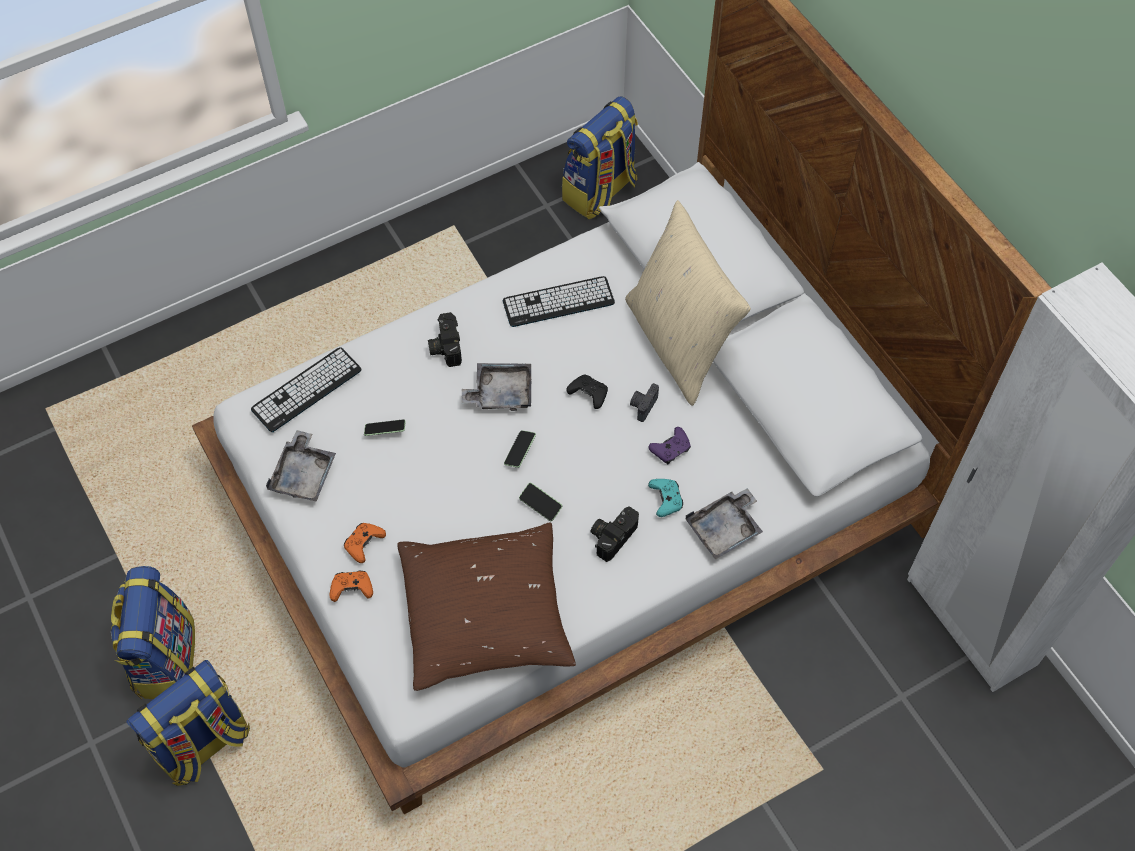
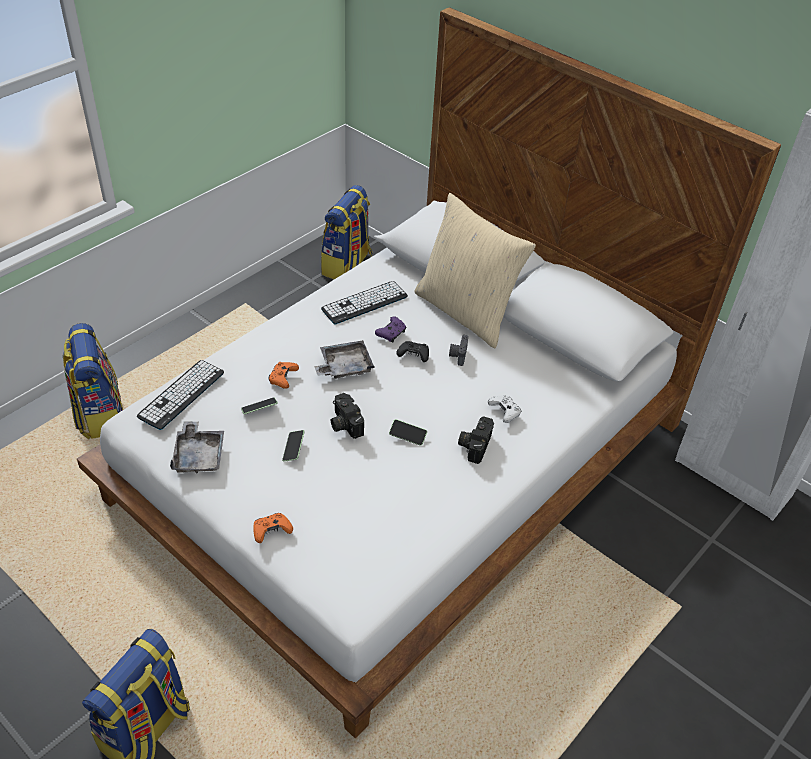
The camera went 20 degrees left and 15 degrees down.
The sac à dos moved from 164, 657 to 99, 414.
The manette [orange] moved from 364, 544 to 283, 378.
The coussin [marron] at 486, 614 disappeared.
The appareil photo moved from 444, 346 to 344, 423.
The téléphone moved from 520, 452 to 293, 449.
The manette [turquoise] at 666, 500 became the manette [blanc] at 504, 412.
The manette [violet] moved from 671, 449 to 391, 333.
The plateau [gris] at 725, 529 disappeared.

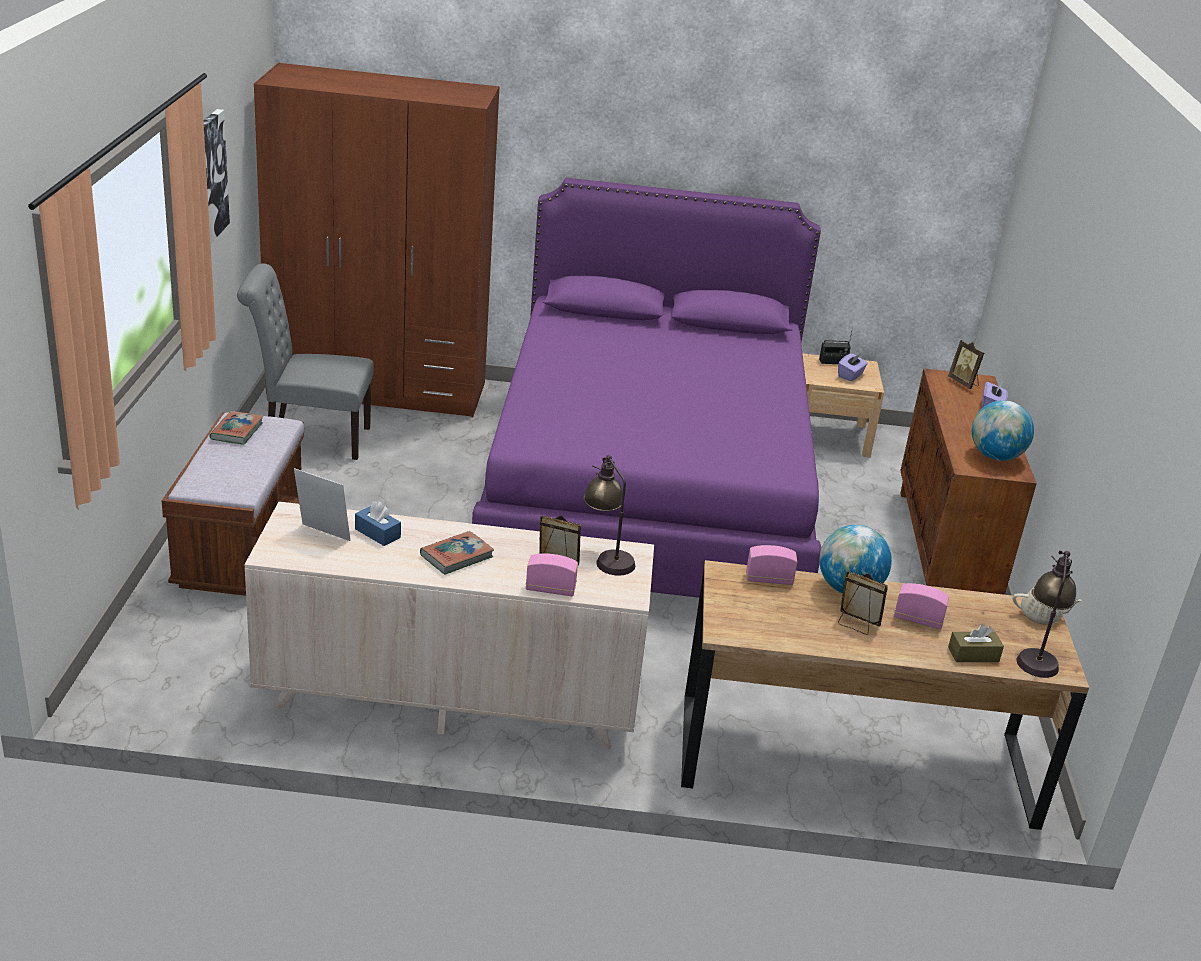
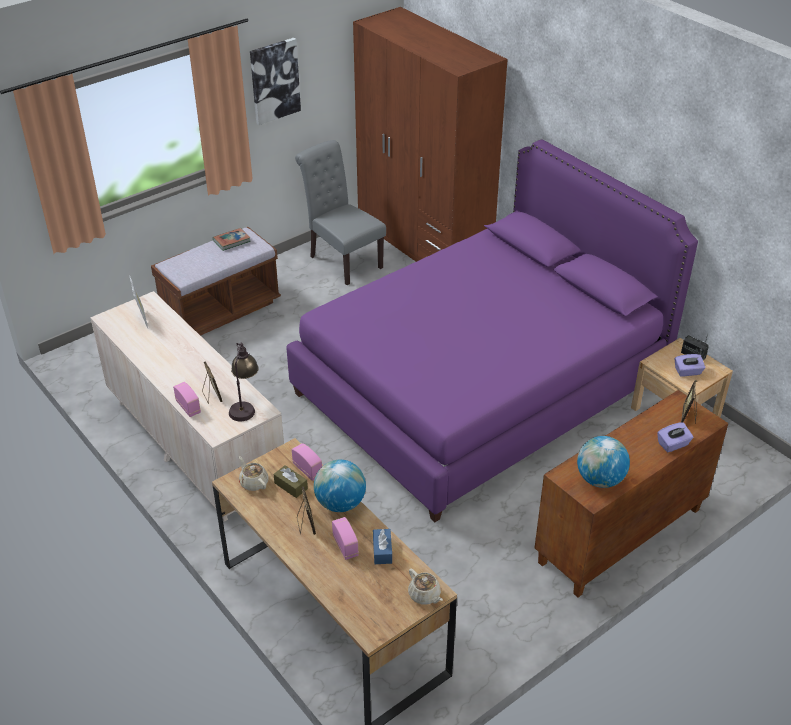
The camera went 50 degrees right and 10 degrees up.
The boîte à mouchoirs [bleu] moved from 377, 533 to 382, 551.
The livre at 456, 556 disappeared.
The boîte à mouchoirs [marron] moved from 973, 654 to 291, 486.
The lampe de table at 1037, 655 disappeared.
The théière [beige] at 253, 482 appeared.

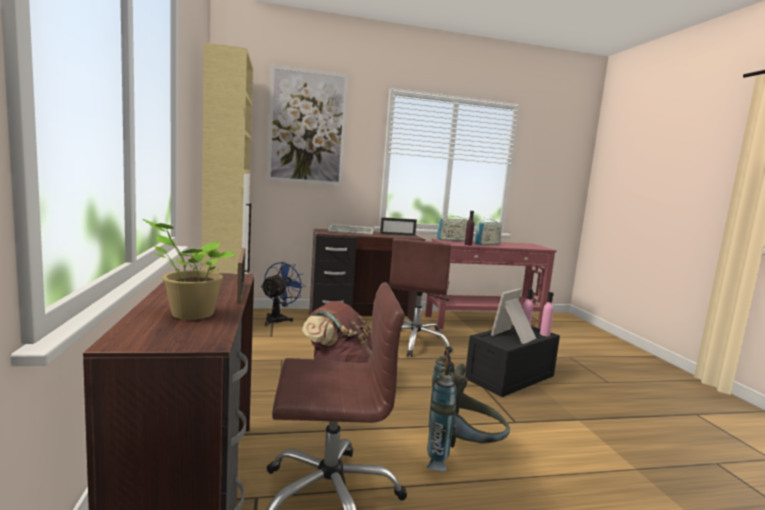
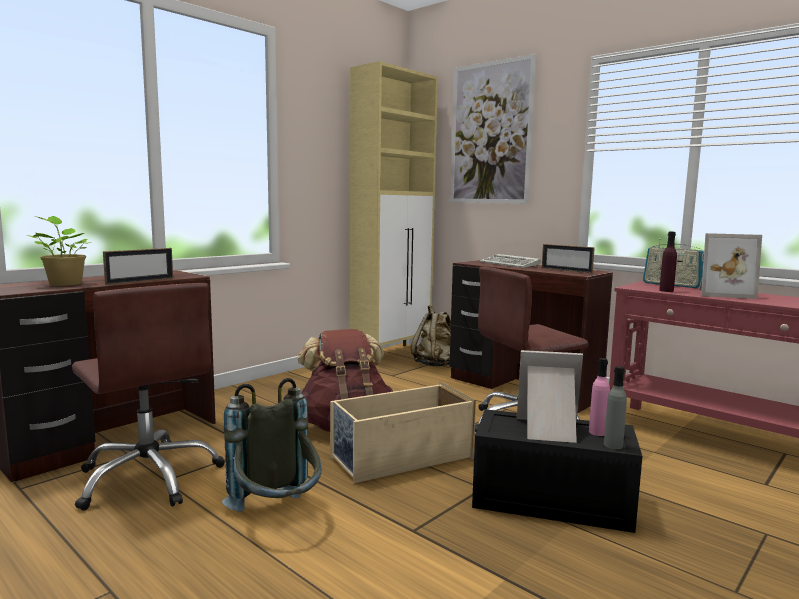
The camera went 55 degrees right and 0 degrees up.
The ventilateur [bleu] at 278, 319 was replaced by the sac à dos [beige] at 436, 365.
The radio at 487, 244 was replaced by the cadre photo at 723, 294.
The bouteille [rose] at 544, 334 became the bouteille [gris] at 613, 445.
The boîte de rangement [beige] at 400, 458 appeared.

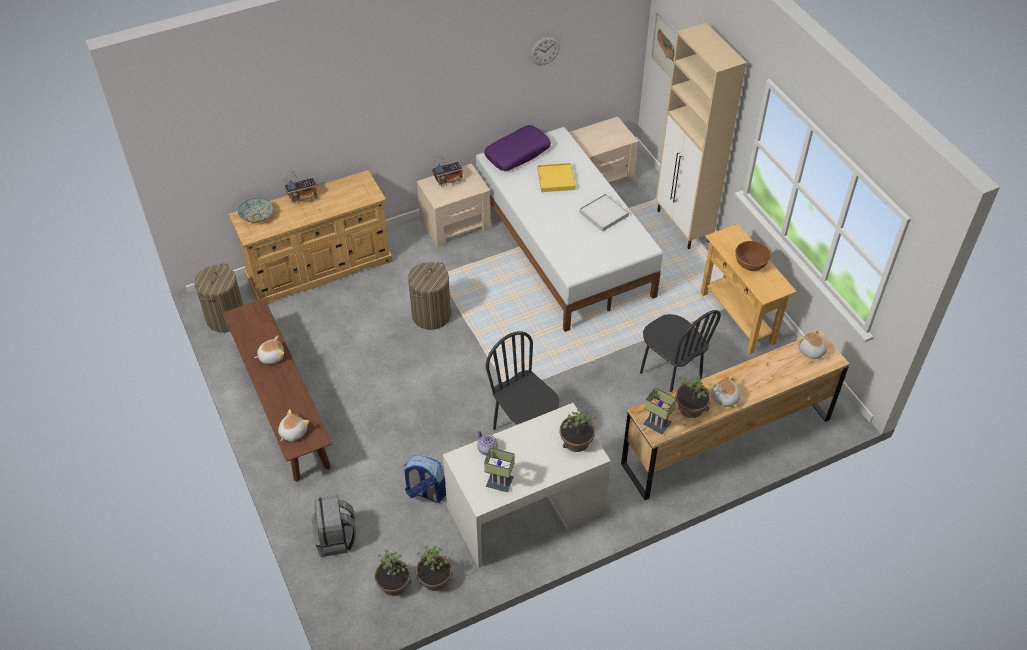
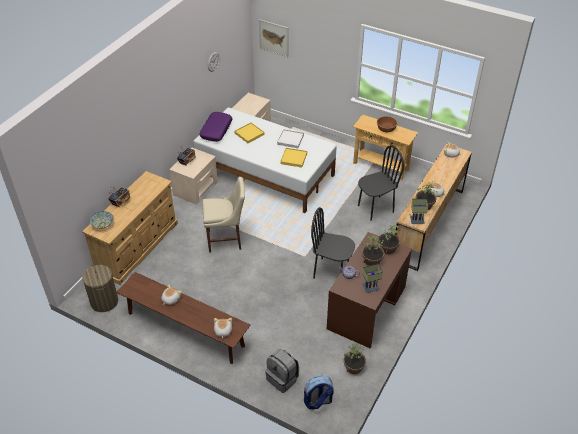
The camera went 35 degrees left and 5 degrees down.
The plante en pot moved from 394, 584 to 372, 261.
The sac à dos moved from 425, 492 to 317, 401.
The panier à linge at 431, 315 was replaced by the chaise [beige] at 226, 240.
The bureau [blanc] at 525, 510 became the bureau [marron] at 366, 307.
The chaise [noir] at 670, 376 turned 45 degrees counterclockwise.
The meuble de rangement [beige] at 683, 227 disappeared.
The plateau [jaune] at 293, 158 appeared.

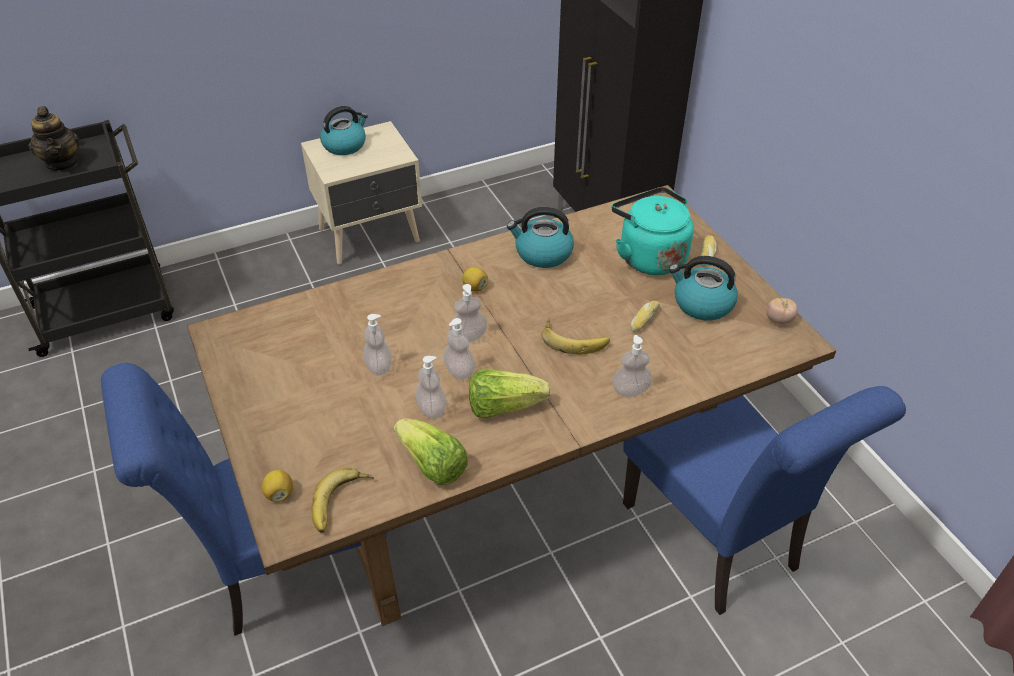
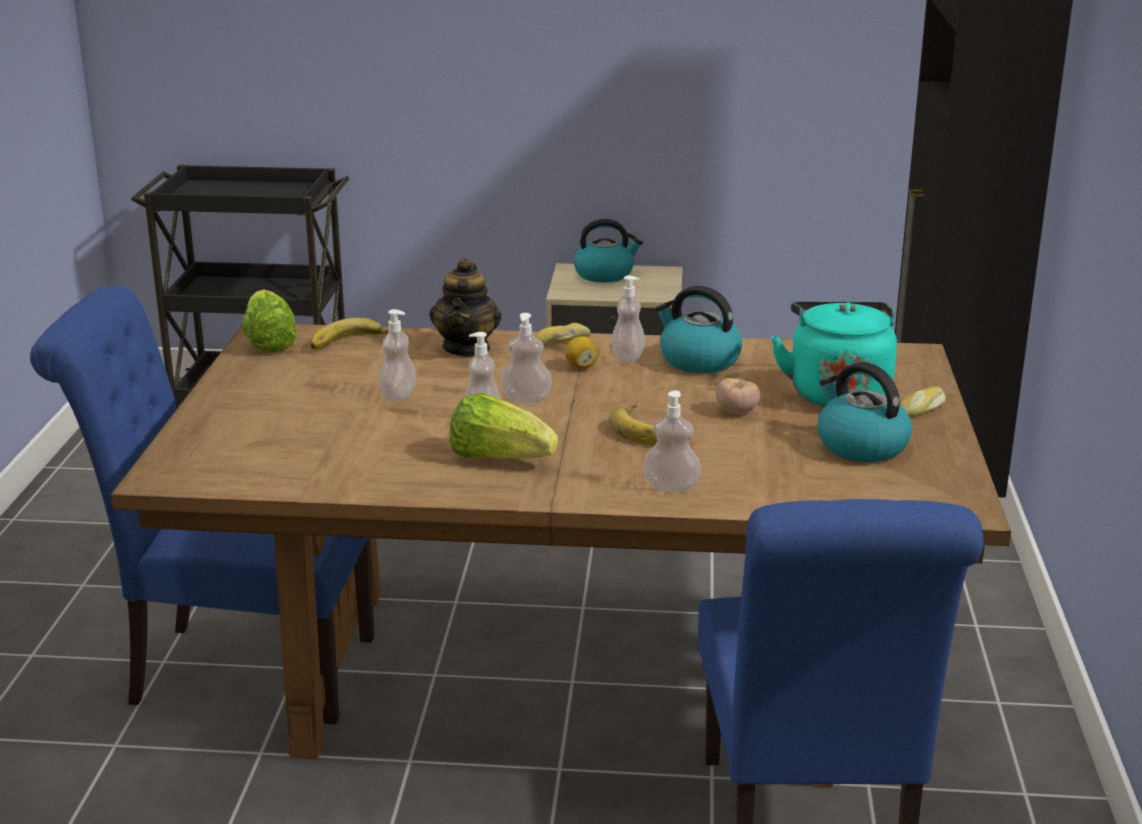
The camera went 30 degrees right and 20 degrees down.
The théière moved from 62, 163 to 467, 348.
The citron at 279, 494 disappeared.
The banane moved from 341, 503 to 349, 343.
The laitue moved from 432, 465 to 269, 342.
The distributeur de savon moved from 431, 409 to 627, 357.
The pain moved from 643, 319 to 561, 342.
The tomate moved from 779, 320 to 737, 412.

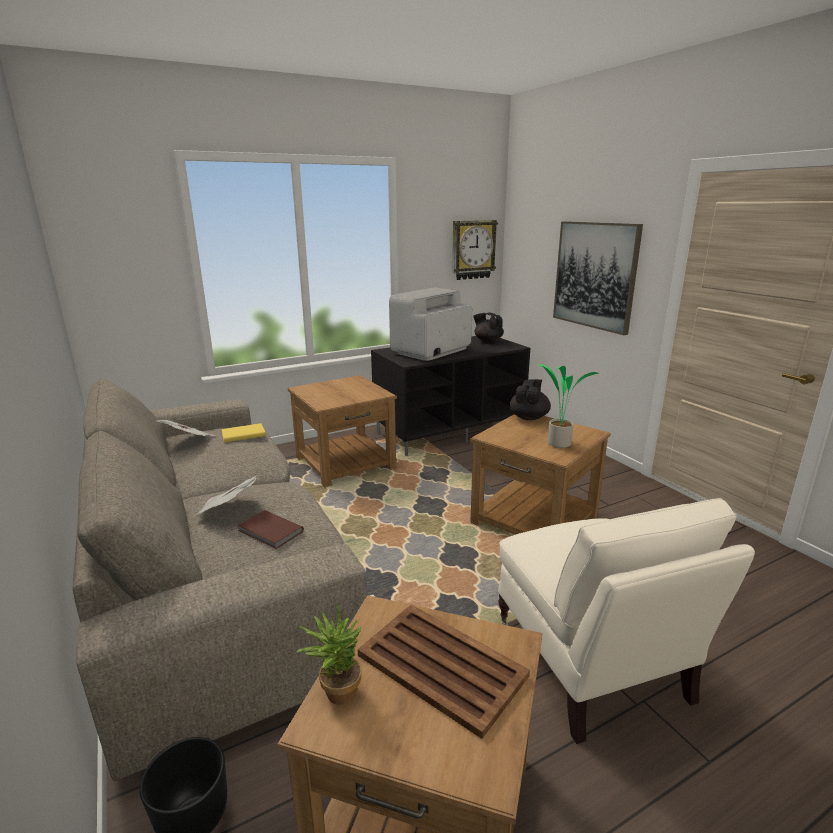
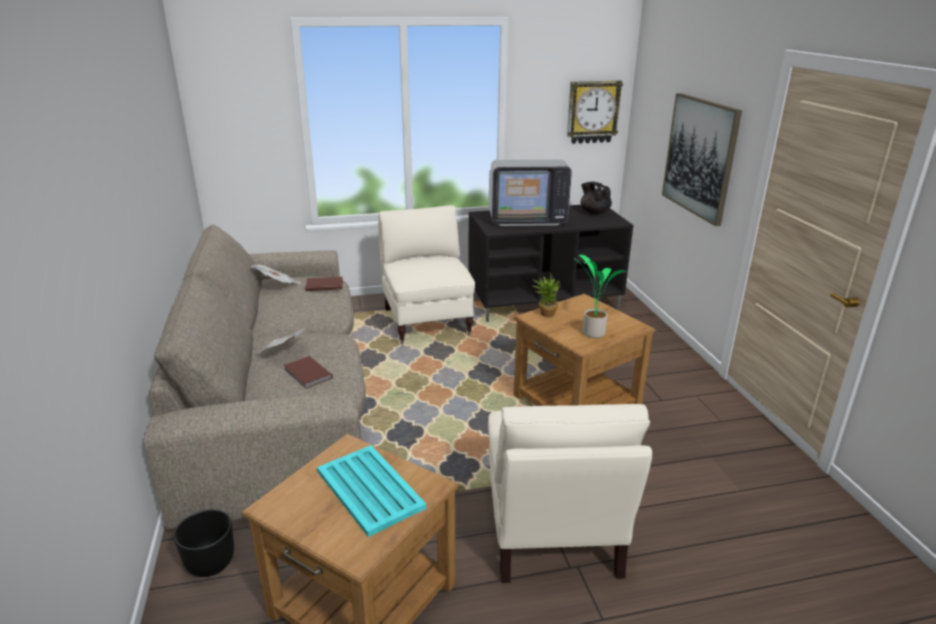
The camera went 15 degrees right and 5 degrees up.
The livre [jaune] at 243, 434 became the livre [marron] at 324, 285.
The table d'appoint [marron] at 345, 463 was replaced by the fauteuil [beige] at 427, 321.
The plante en pot moved from 335, 690 to 545, 313.
The plateau [marron] at 440, 664 became the plateau [turquoise] at 369, 488.
The téléviseur at 431, 351 turned 150 degrees counterclockwise.
The théière [noir] at 529, 417 disappeared.

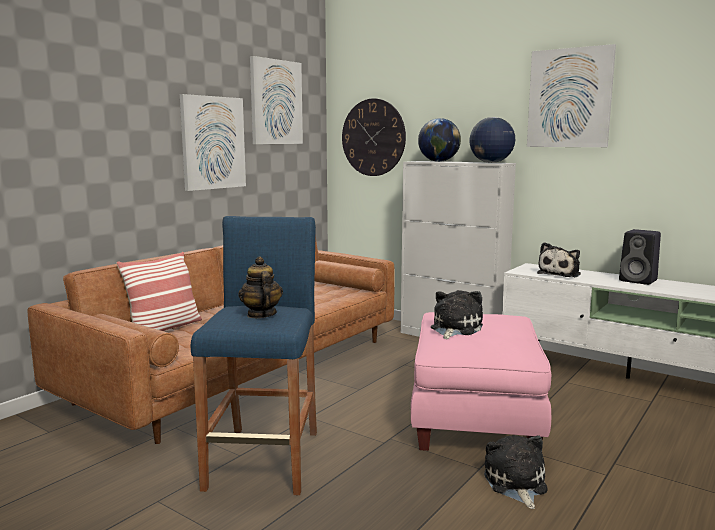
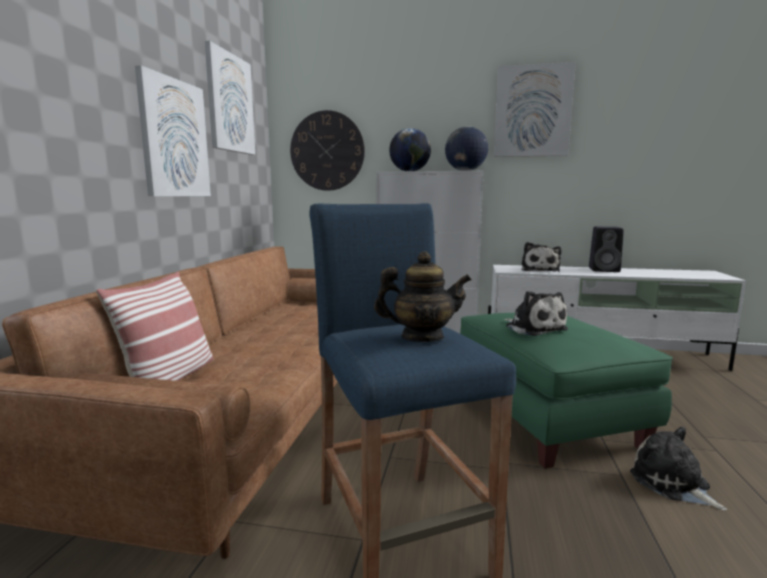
The camera went 25 degrees left and 0 degrees up.
The théière at 261, 314 turned 135 degrees clockwise.
The pouf [rose] at 474, 418 became the pouf [vert] at 544, 418.
The peluche at 454, 328 turned 150 degrees clockwise.

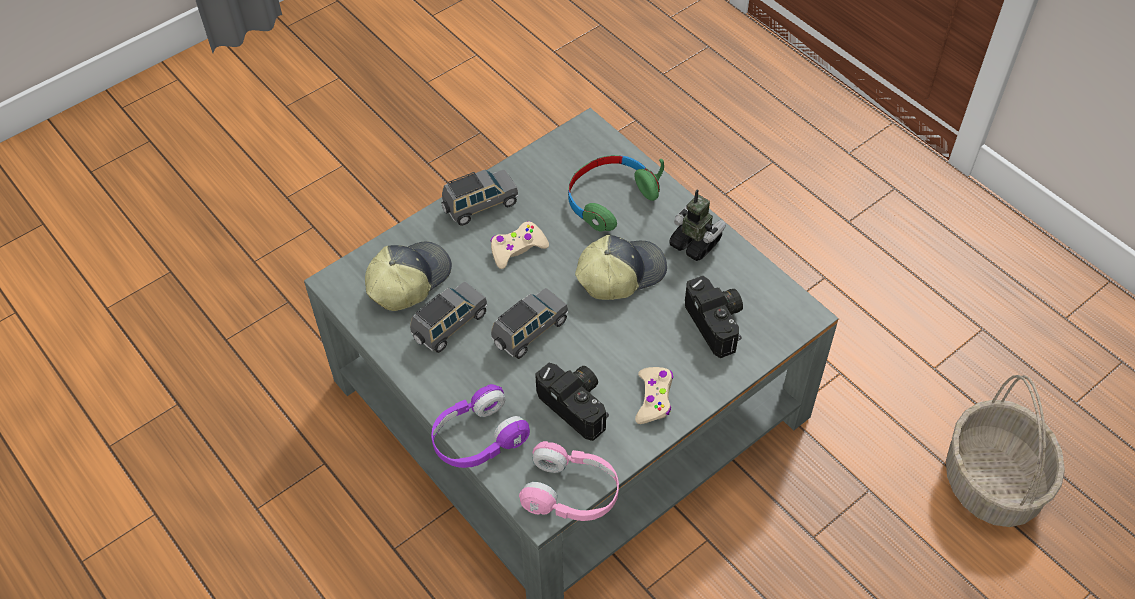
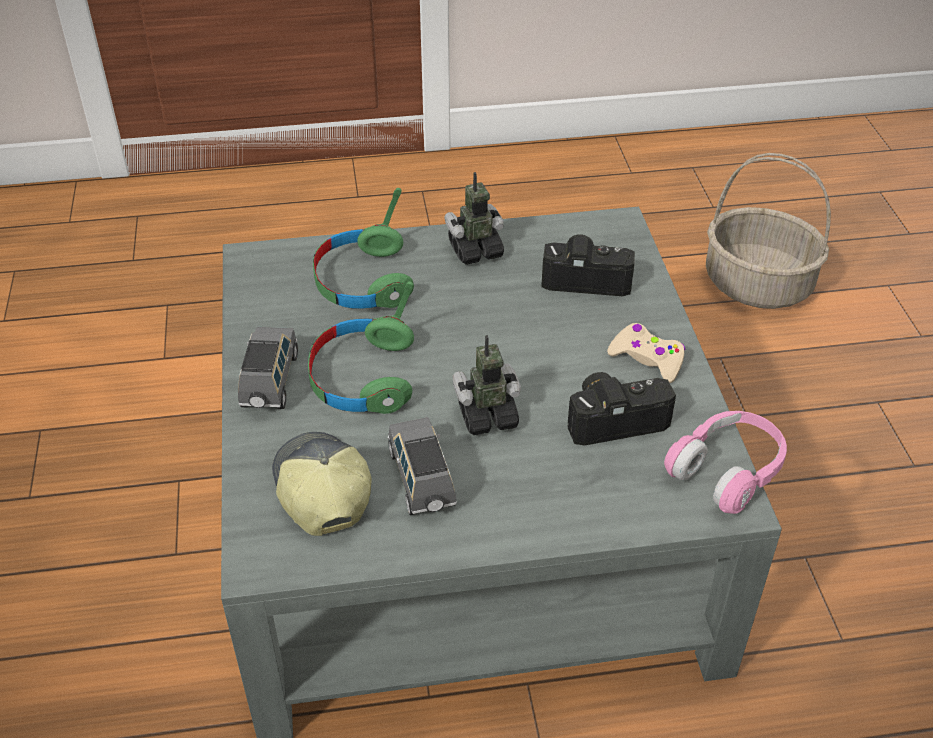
The camera went 60 degrees left and 10 degrees down.
The casque audio [violet] at 477, 438 disappeared.
The manette [beige] at 517, 249 was replaced by the casque audio [vert] at 362, 377.
The petite voiture [gris] at 529, 332 was replaced by the robot jouet at 487, 415.
The casquette at 619, 274 disappeared.

